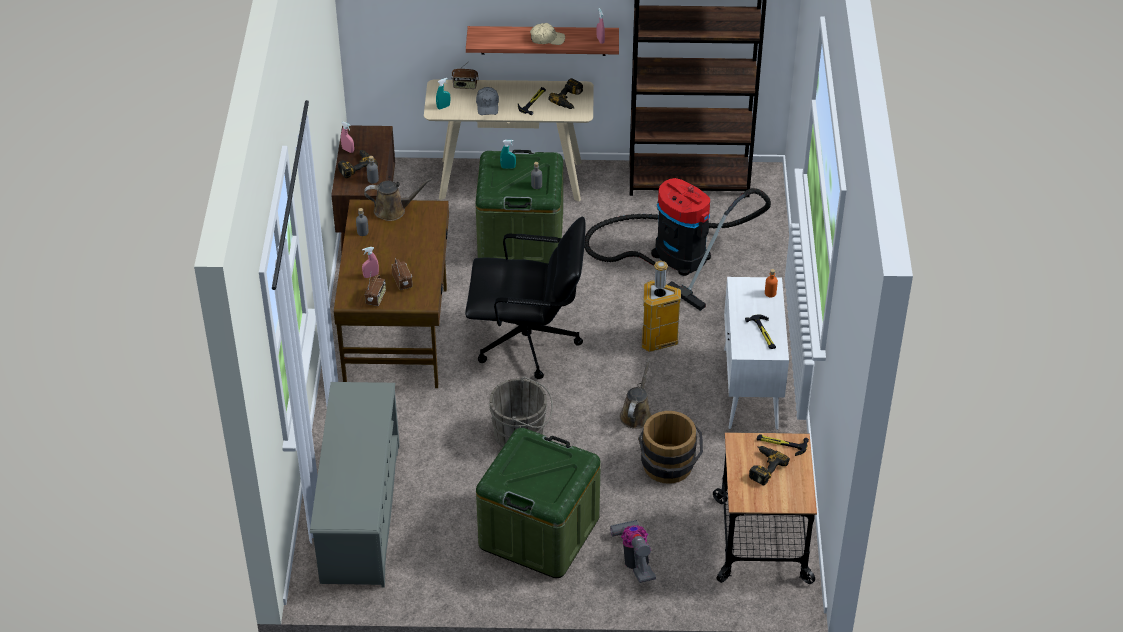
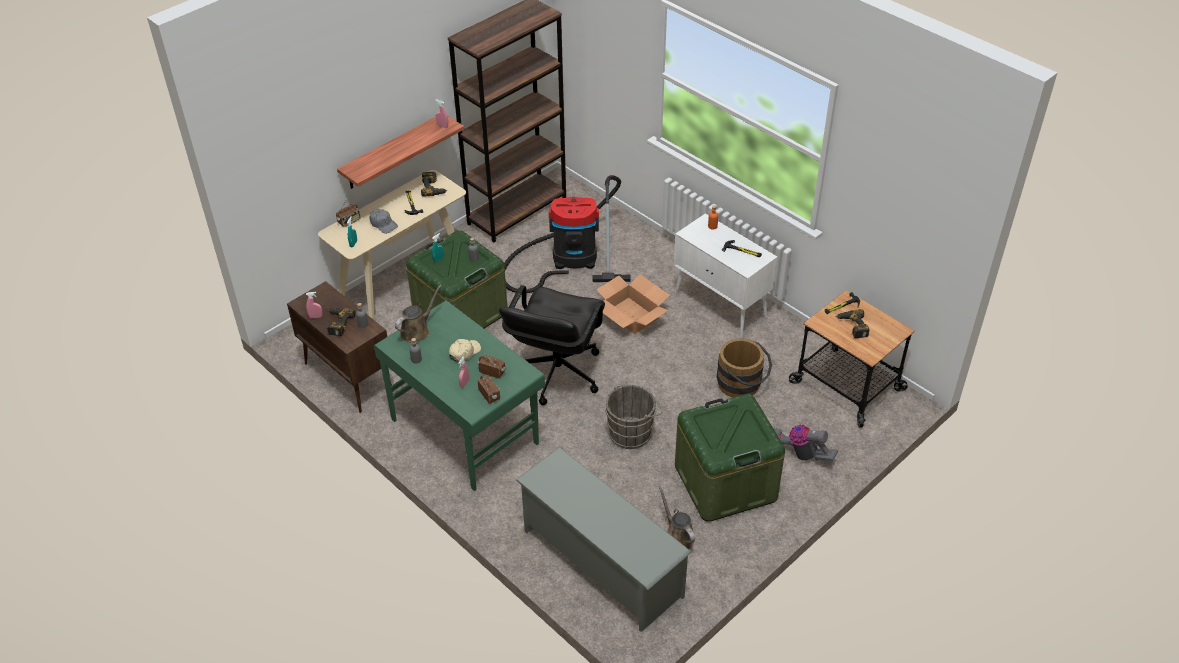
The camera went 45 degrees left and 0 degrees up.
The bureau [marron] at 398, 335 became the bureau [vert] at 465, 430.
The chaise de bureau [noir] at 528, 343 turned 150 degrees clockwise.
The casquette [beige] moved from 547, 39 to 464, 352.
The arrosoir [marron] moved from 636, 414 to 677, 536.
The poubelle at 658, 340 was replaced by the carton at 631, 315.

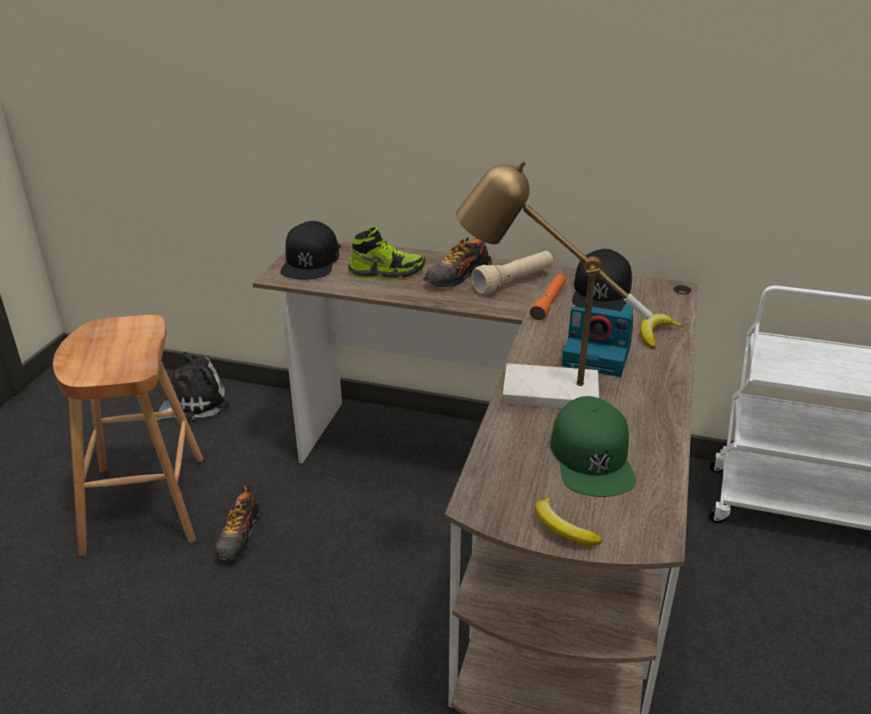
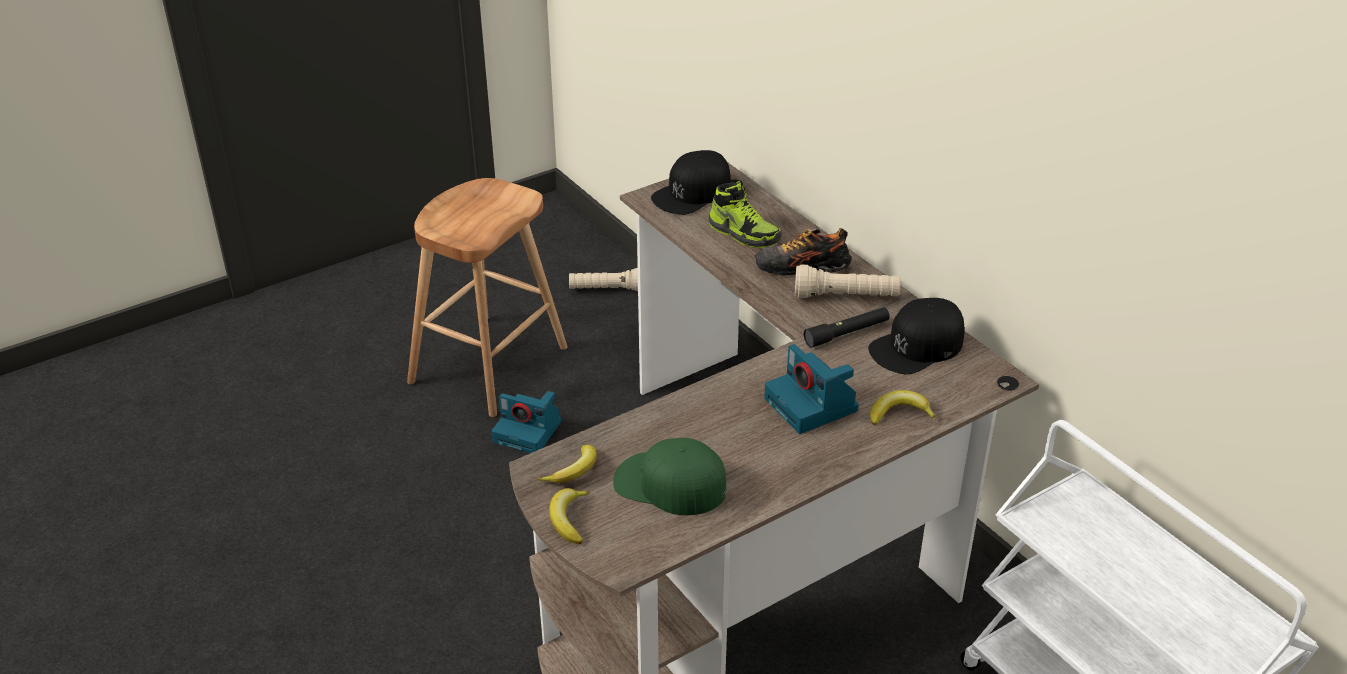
The camera went 40 degrees right and 5 degrees up.
The peluche at 192, 403 was replaced by the lampe de poche [beige] at 608, 290.
The chaussure at 239, 537 was replaced by the appareil photo at 529, 431.
The lampe de table at 535, 391 disappeared.
The lampe de poche [orange] at 548, 303 became the lampe de poche [noir] at 847, 333.
The casquette [vert] at 592, 458 turned 75 degrees clockwise.
The banane at 574, 471 appeared.

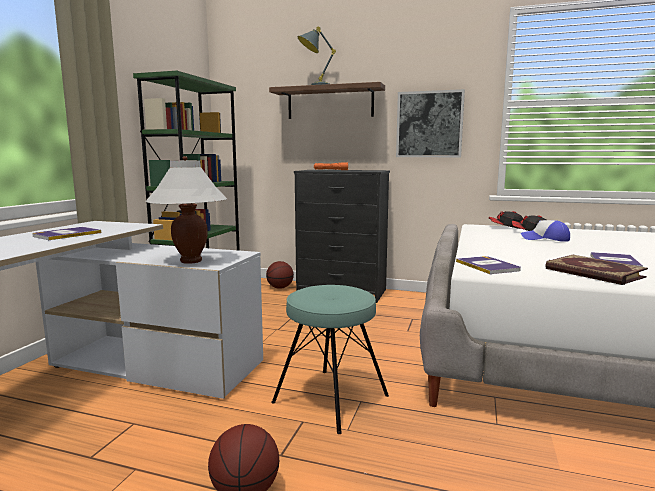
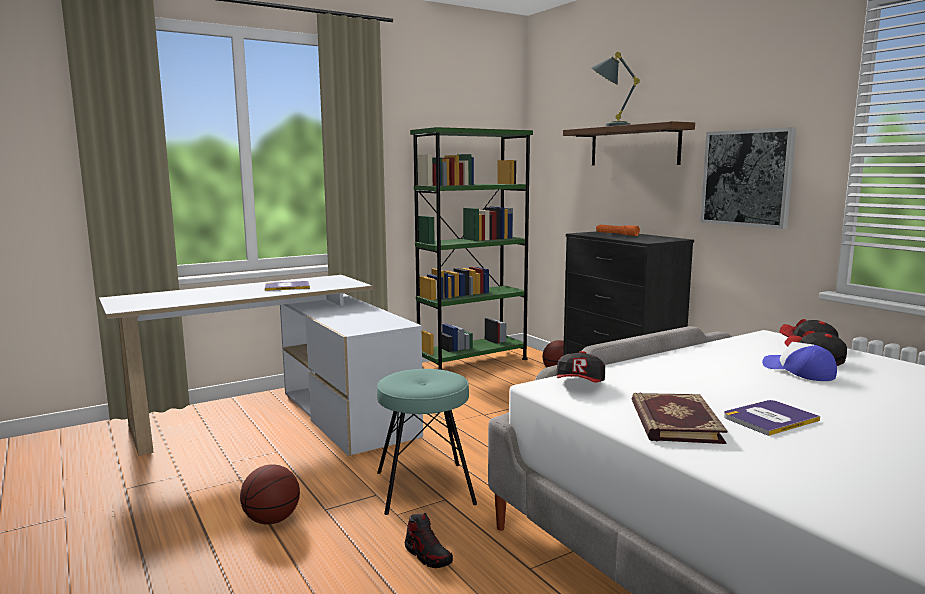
The camera went 40 degrees right and 0 degrees up.
The lampe de table [blanc] at 190, 261 disappeared.
The livre at 488, 266 was replaced by the casquette at 580, 385.
The chaussure at 428, 555 appeared.

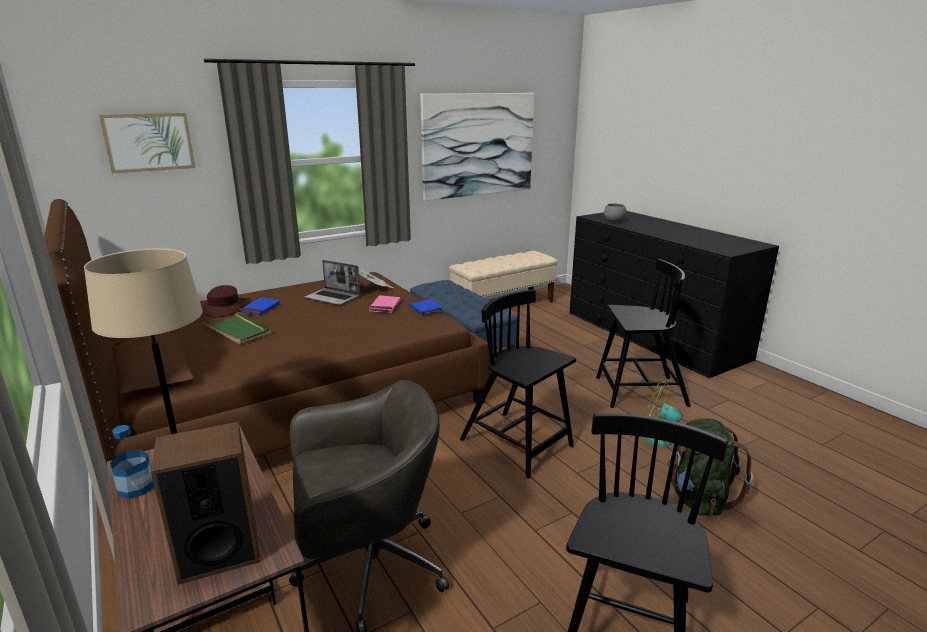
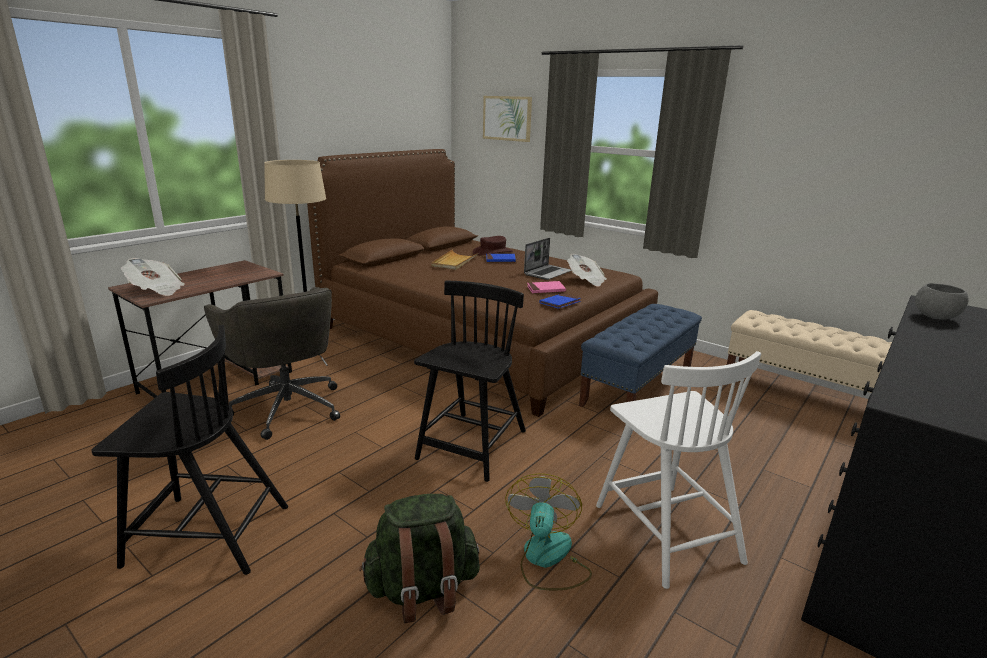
The camera went 70 degrees right and 0 degrees up.
The bouteille at 136, 487 disappeared.
The enceinte at 219, 552 was replaced by the journal at 156, 290.
The plateau [vert] at 238, 330 became the plateau [beige] at 454, 262.
The ordinateur portable at 333, 297 turned 150 degrees counterclockwise.
The tableau at 478, 145 disappeared.
The chaise [noir] at 639, 392 became the chaise [blanc] at 665, 531.

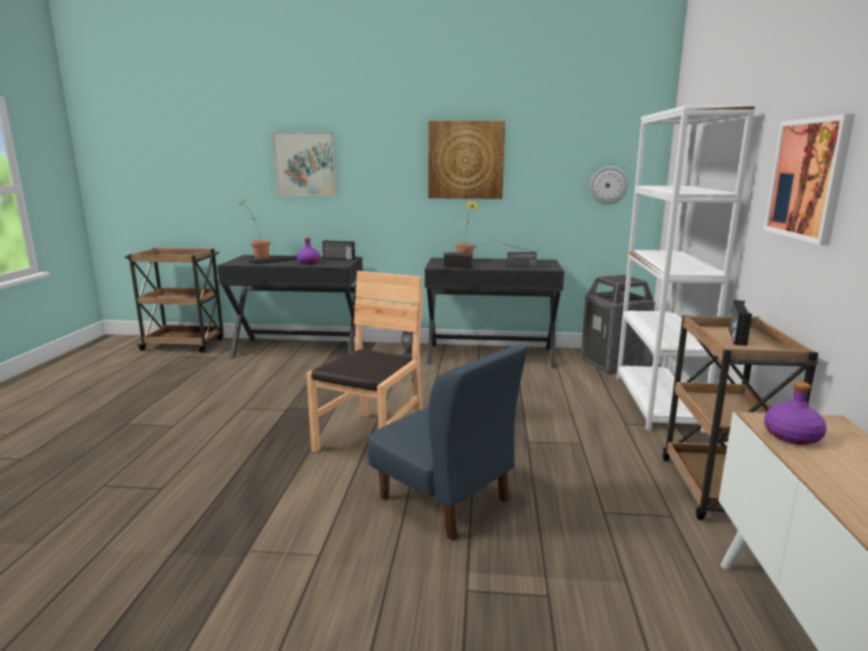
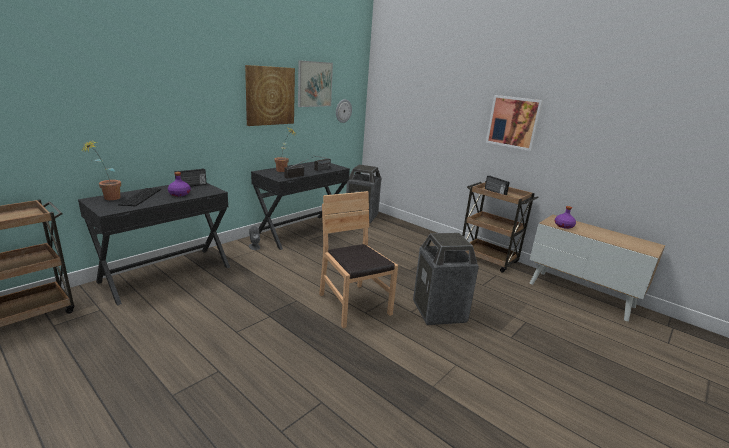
The camera went 55 degrees left and 5 degrees up.
The tableau moved from 305, 164 to 314, 84.
The chaise [bleu] at 445, 499 was replaced by the poubelle at 439, 312.
The bibliothèque [blanc] at 656, 402 disappeared.

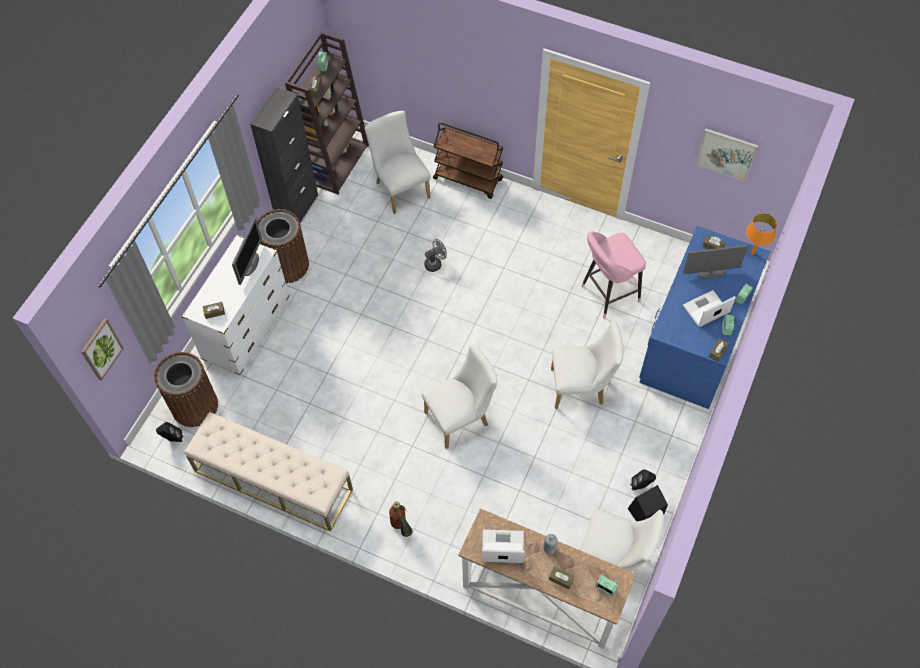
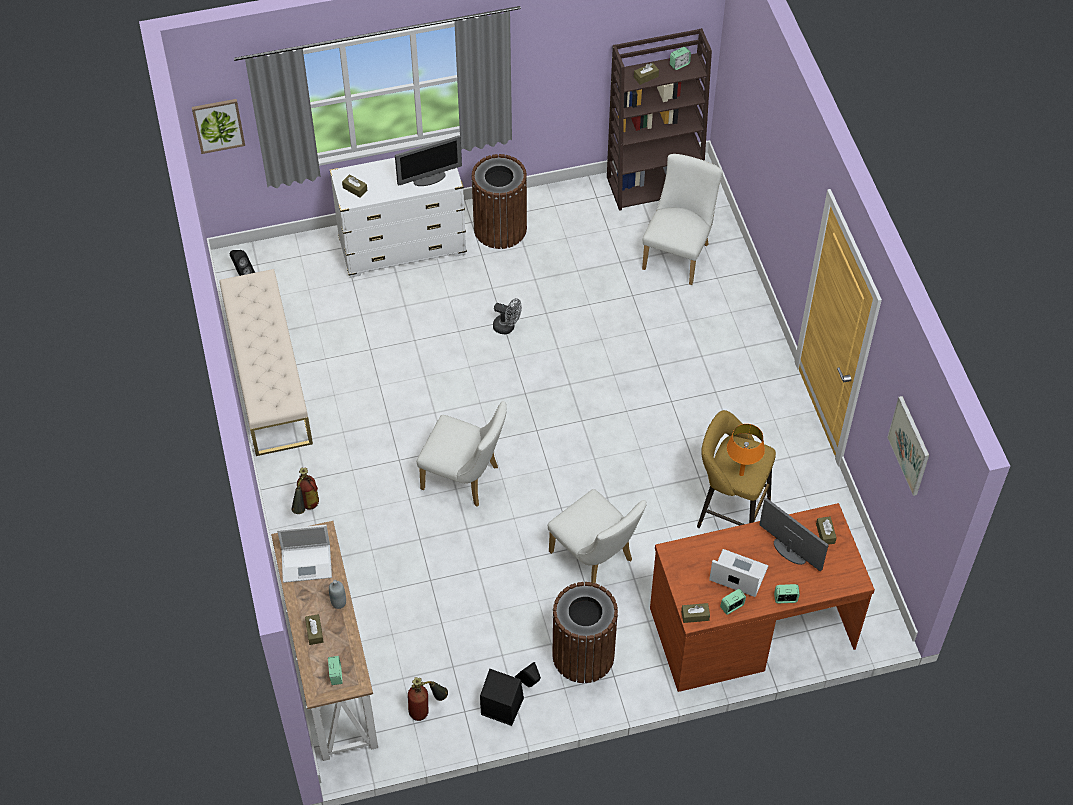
The camera went 50 degrees right and 5 degrees down.
The poubelle [marron] moved from 194, 406 to 583, 655.
The meuble de rangement [noir] at 297, 209 disappeared.
The ventilateur [gris] moved from 435, 263 to 507, 327.
The chariot [marron] at 468, 179 disappeared.
The ordinateur portable at 501, 547 turned 120 degrees clockwise.
The chaise [blanc] at 613, 559 was replaced by the extincteur at 426, 710.
The tabouret [rose] at 607, 295 became the tabouret [jaune] at 729, 512.
The bureau [bleu] at 694, 340 became the bureau [marron] at 751, 627.
The lampe de table [orange] moved from 753, 253 to 741, 474.

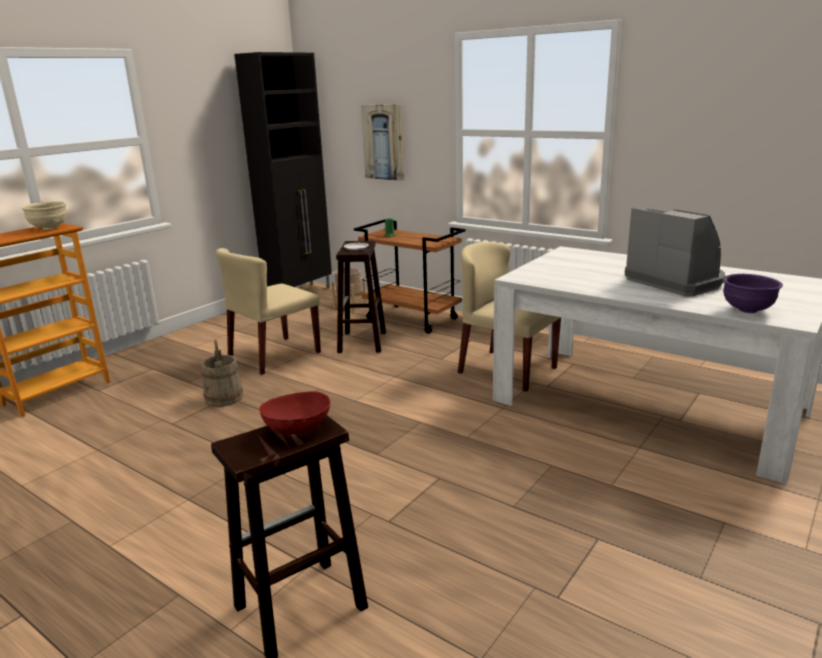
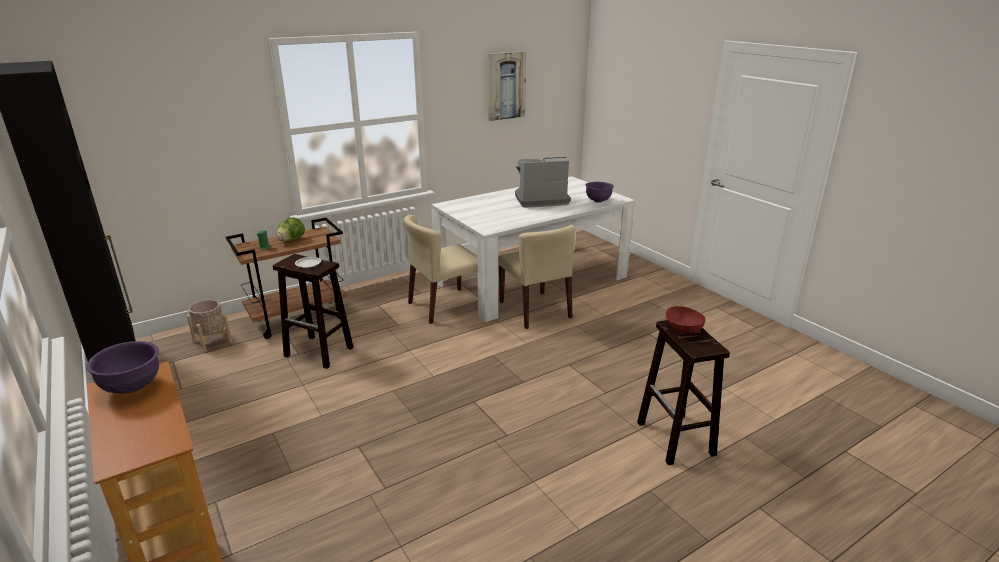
The camera went 70 degrees left and 5 degrees up.
The bol [beige] at 49, 228 became the bol [violet] at 133, 387.
The seau [beige] at 224, 398 disappeared.
The chaise [beige] moved from 274, 355 to 535, 310.
The tableau moved from 384, 142 to 506, 85.
The laitue at 291, 240 appeared.

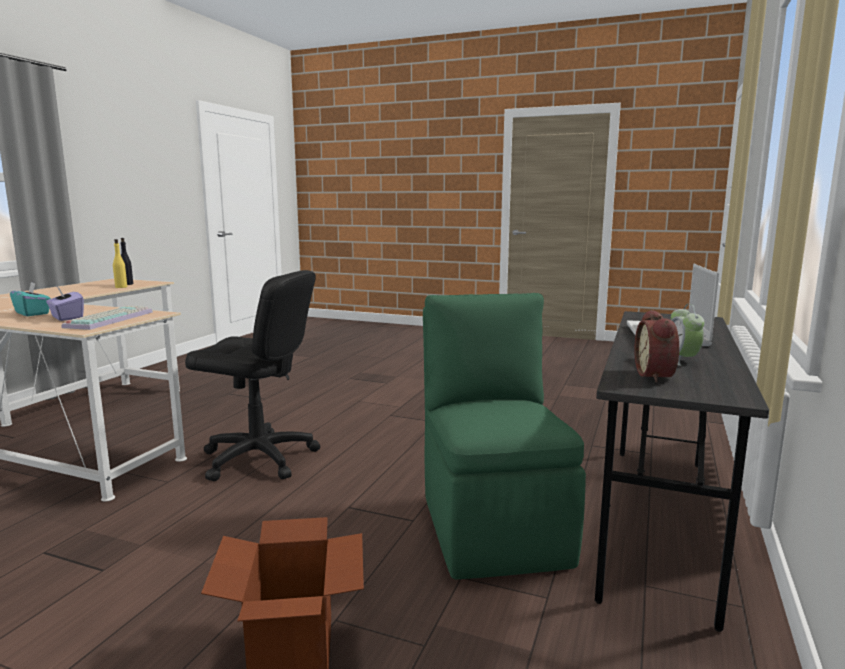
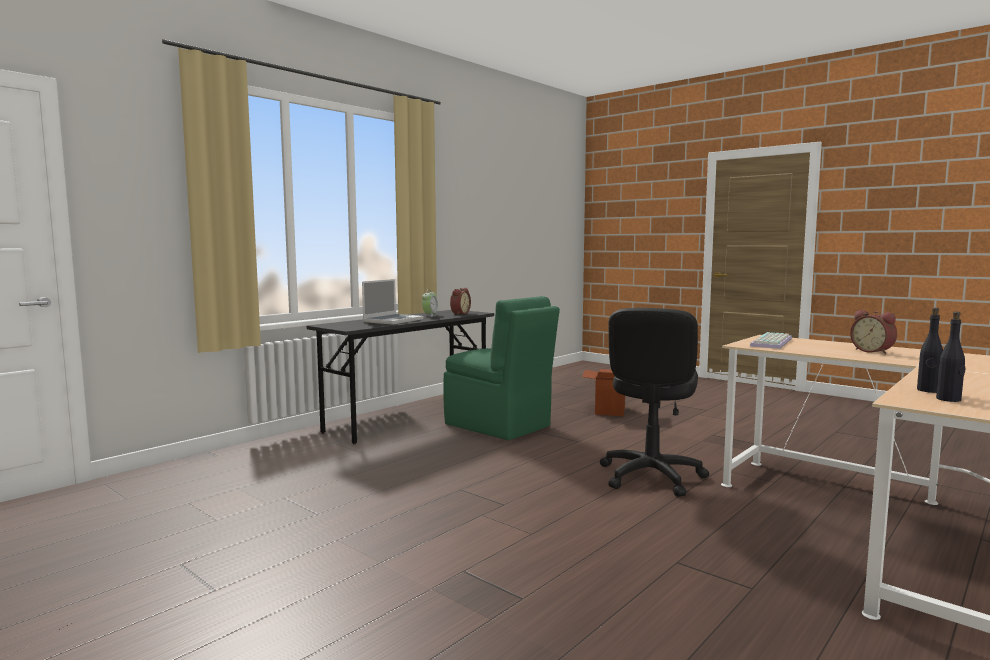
The camera went 160 degrees left and 5 degrees down.
The boîte à mouchoirs [turquoise] at 33, 313 was replaced by the réveil at 873, 351.
The boîte à mouchoirs [violet] at 66, 318 disappeared.
The bouteille [jaune] at 121, 287 became the bouteille [noir] at 928, 390.
The chaise de bureau [noir] at 259, 458 turned 105 degrees counterclockwise.
The chaise [vert] at 493, 526 turned 60 degrees counterclockwise.

